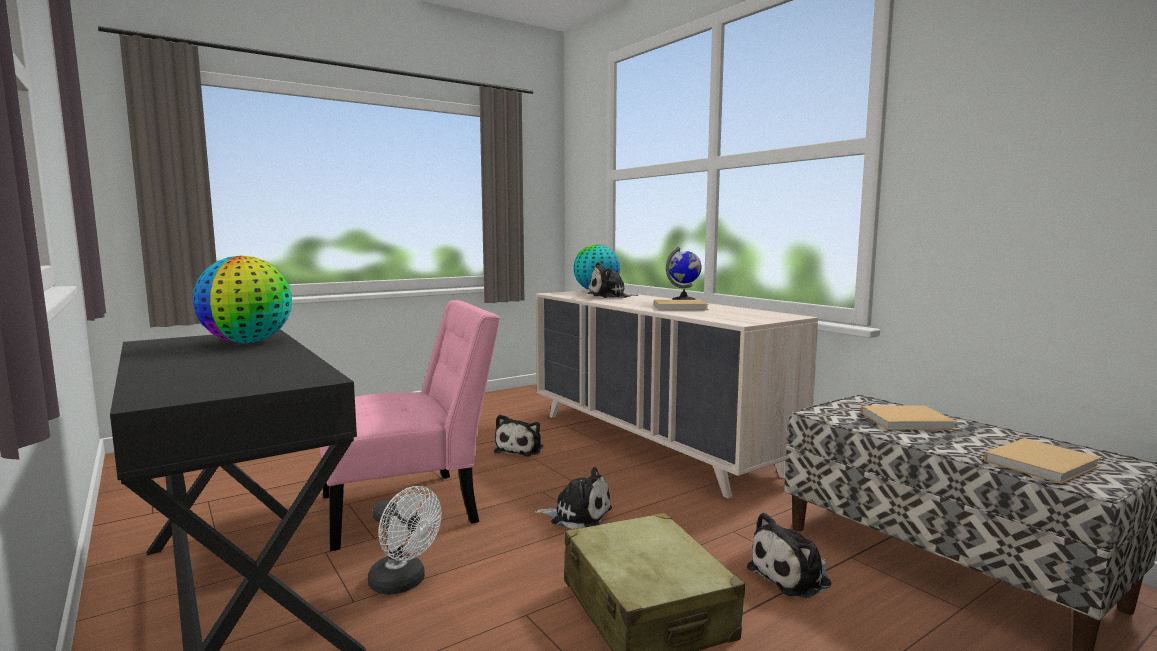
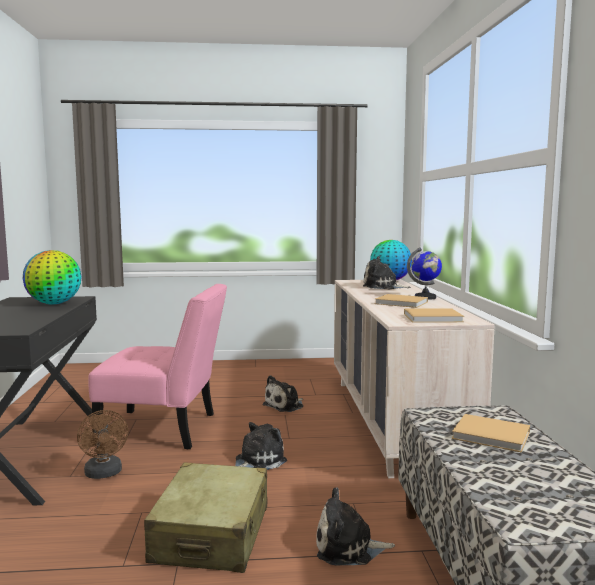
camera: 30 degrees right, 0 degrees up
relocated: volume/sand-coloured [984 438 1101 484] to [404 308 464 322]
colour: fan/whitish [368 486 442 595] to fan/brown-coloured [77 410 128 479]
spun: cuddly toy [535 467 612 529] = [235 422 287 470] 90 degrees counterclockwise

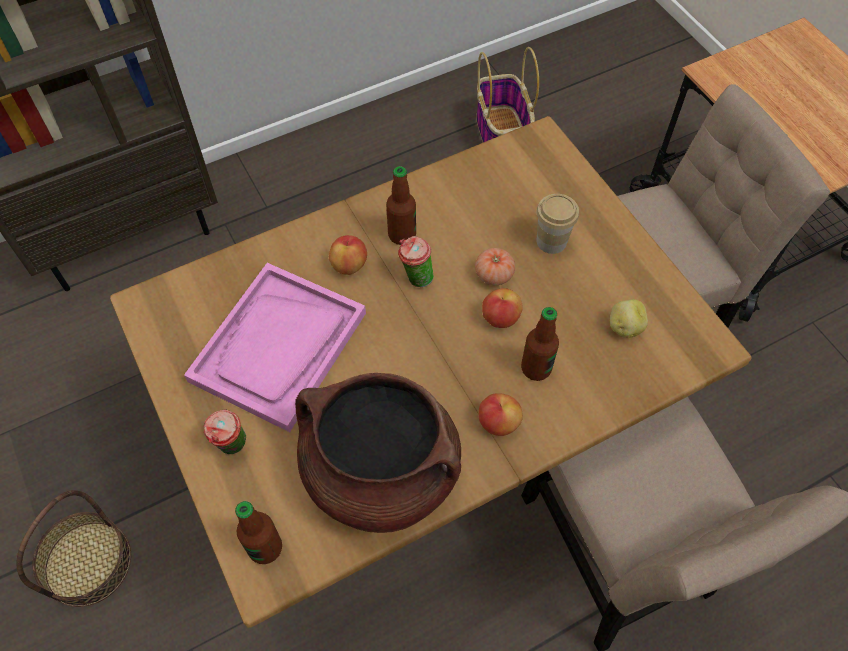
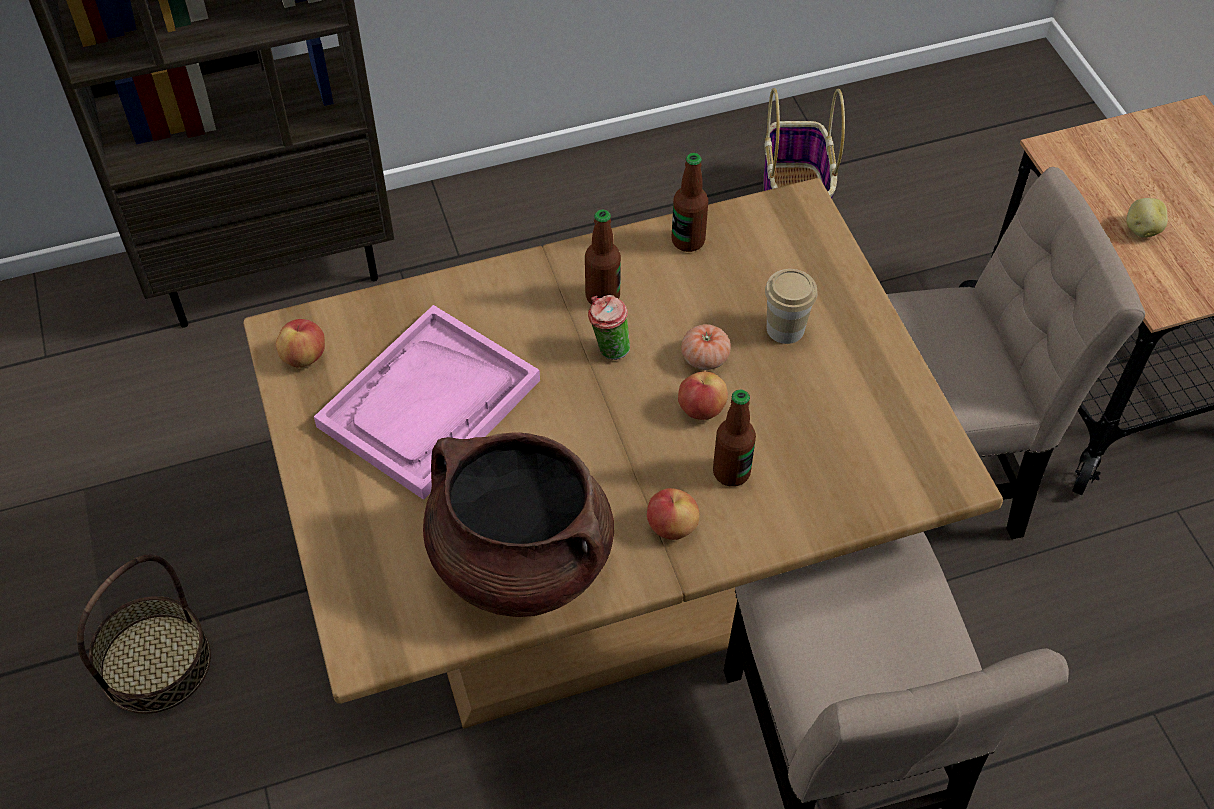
camera: 10 degrees right, 5 degrees down
missing: drinking cup [204 410 246 454]
relocated: bottle [235 501 282 564] to [672 153 708 252]; apple [329 235 367 275] to [276 319 325 368]; whole potato [610 299 648 338] to [1126 198 1168 238]

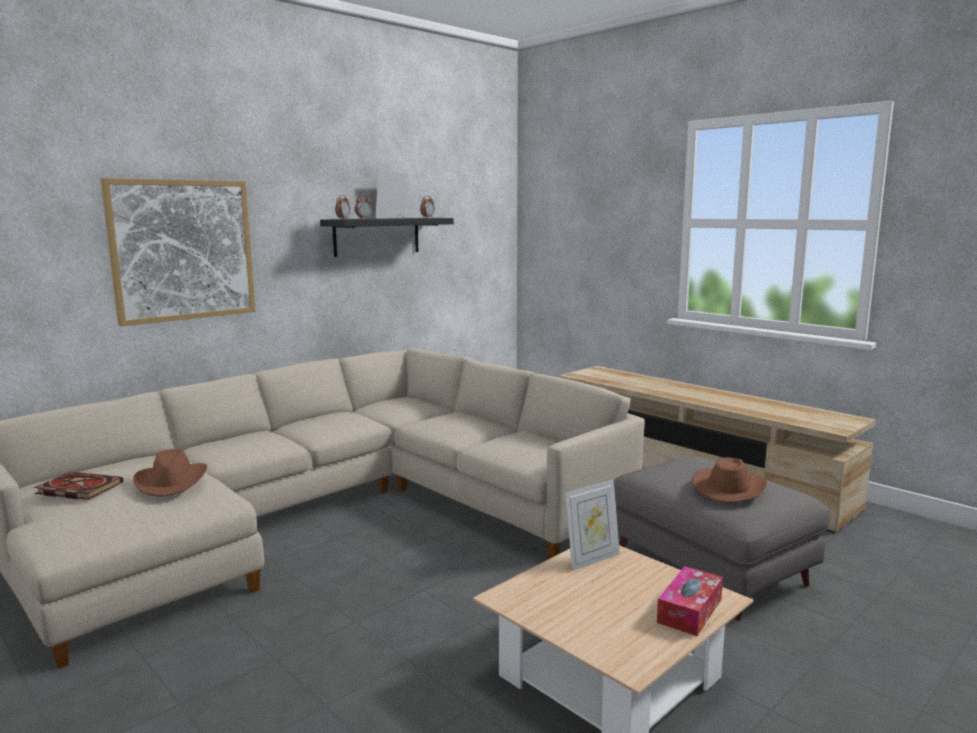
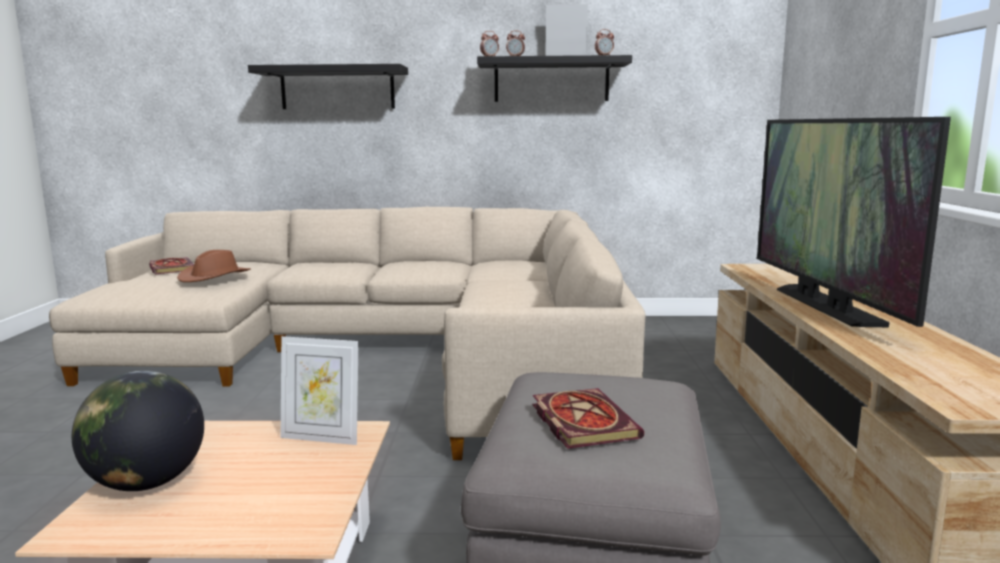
camera: 45 degrees right, 0 degrees up
missing: tissue holder [657 566 723 636]
appeared: desk globe [72 371 204 491]; TV set [757 117 951 327]
exchanged: wall picture [100 178 256 326] to shelf/black [248 64 408 109]; hat/brown-coloured [692 457 767 503] to volume [533 388 644 449]

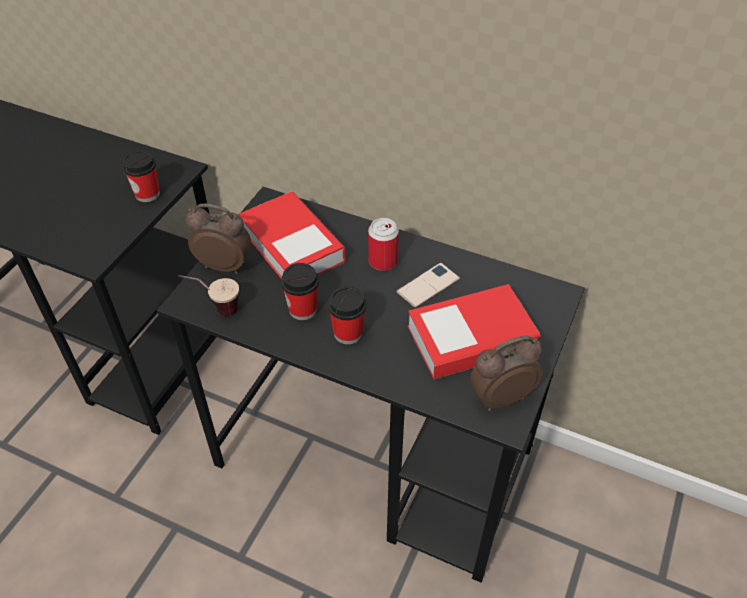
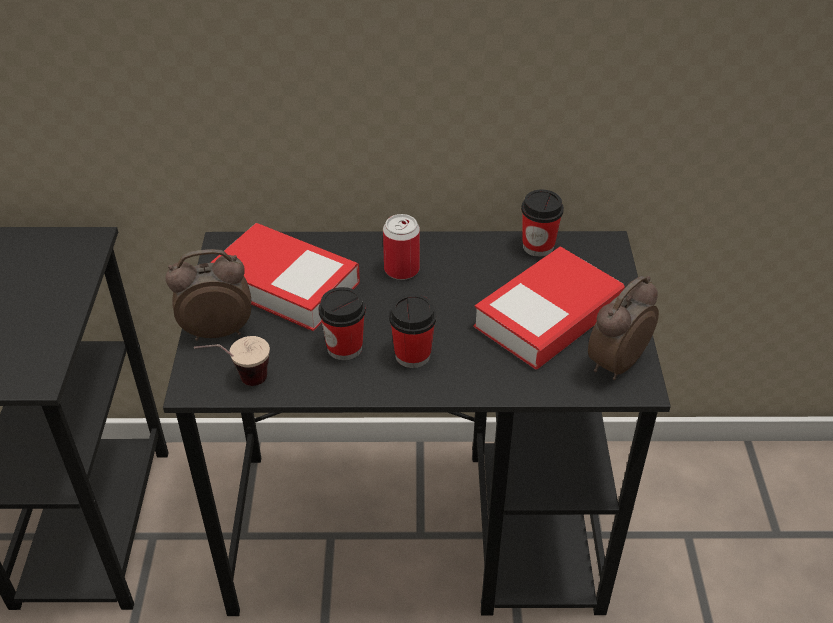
camera: 25 degrees left, 5 degrees down
missing: telephone [396 263 460 308]
relocated: drinking cup [122 150 160 202] to [521 190 564 257]

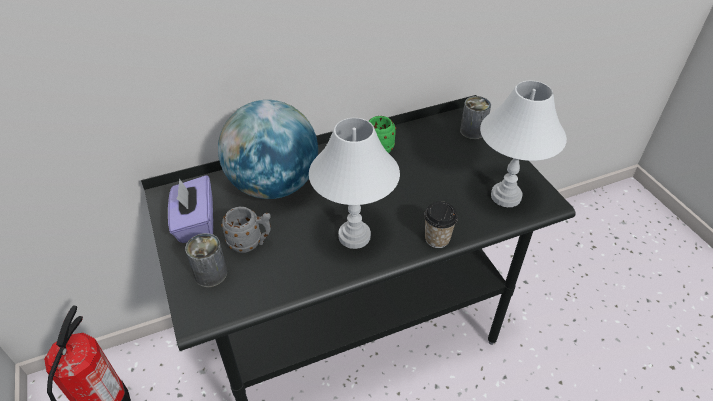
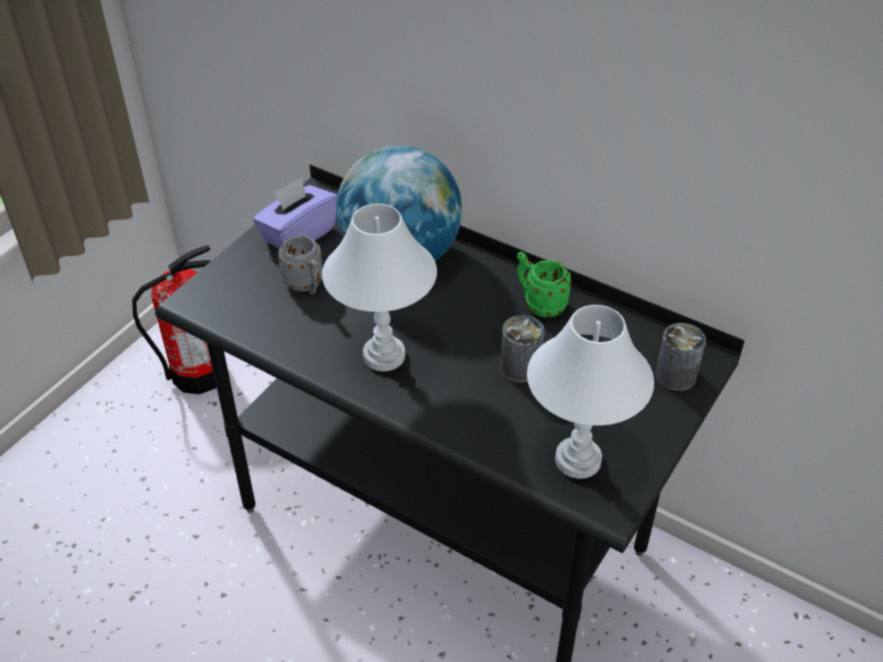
camera: 55 degrees right, 0 degrees up
missing: drinking cup [424 201 458 248]
relocated: metal can [185 233 227 287] to [500 315 544 383]

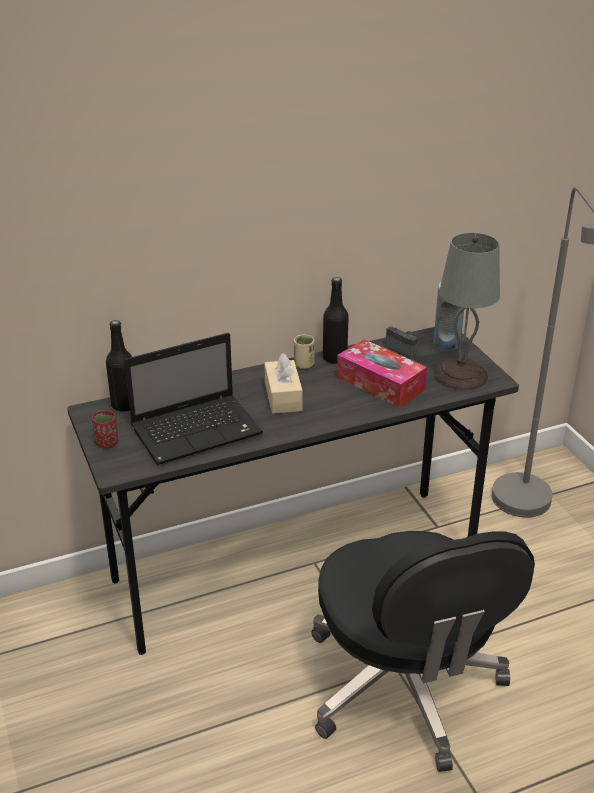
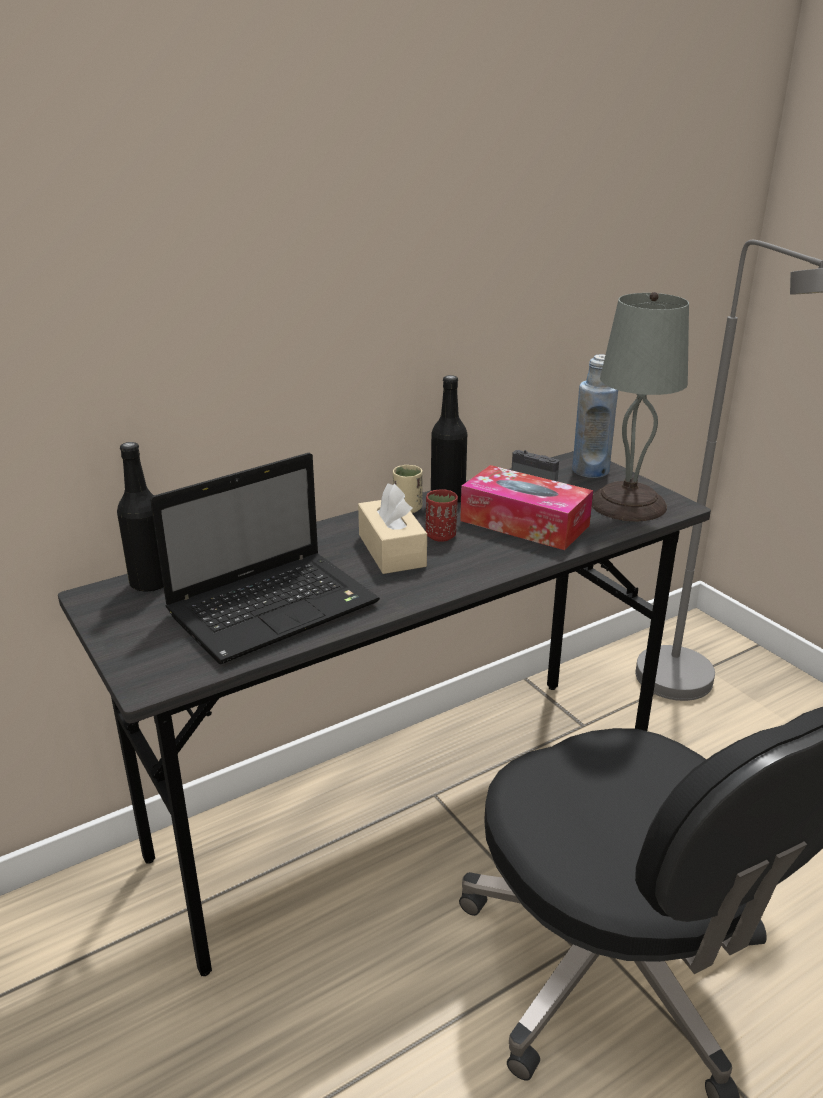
camera: 10 degrees left, 5 degrees down
relocated: drinking cup/reddish [92 410 118 449] to [426 489 458 542]

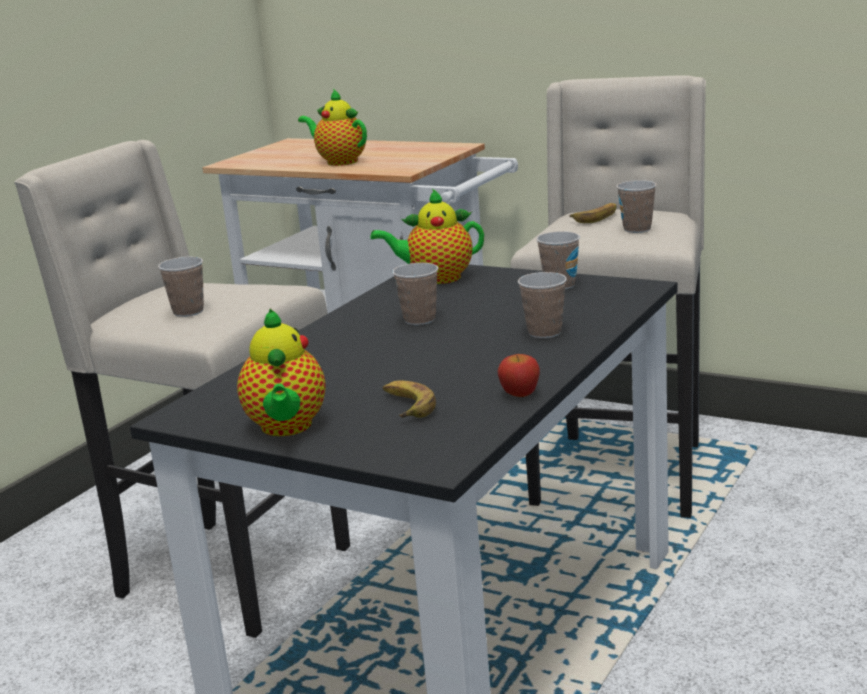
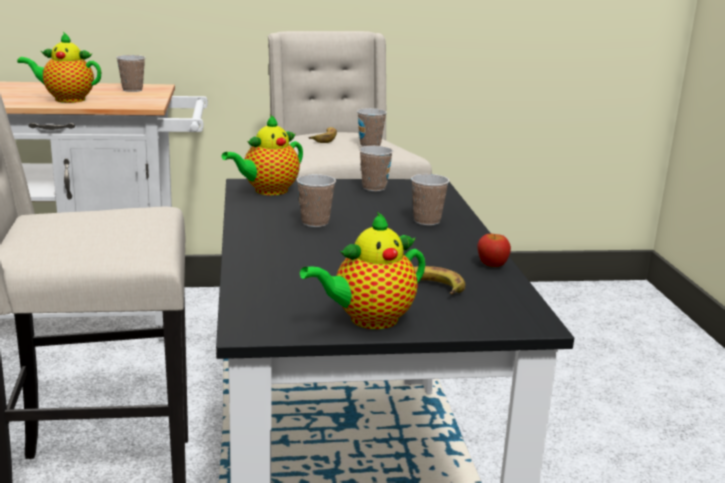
camera: 40 degrees left, 0 degrees up
relocated: drinking cup [158 257 204 317] to [116 55 145 92]
spun: tea pot [237 309 326 436] = [300 212 425 329] 105 degrees clockwise

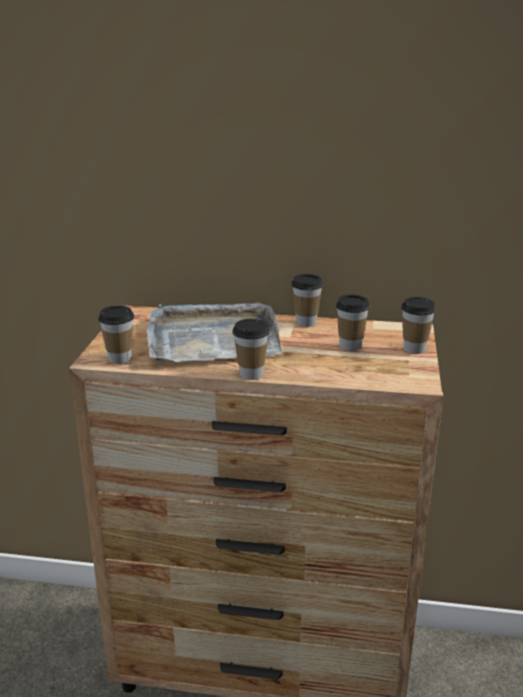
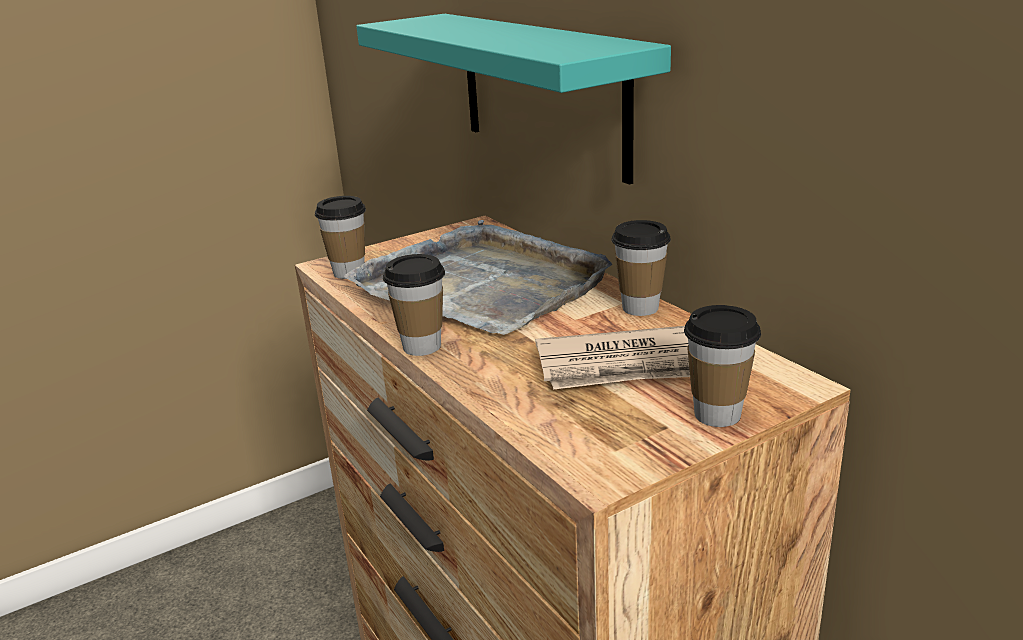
camera: 50 degrees right, 0 degrees up
appeared: shelf/turquoise-coloured [356 14 671 185]
exchanged: drinking cup [336 294 370 351] to daily paper [535 326 690 390]

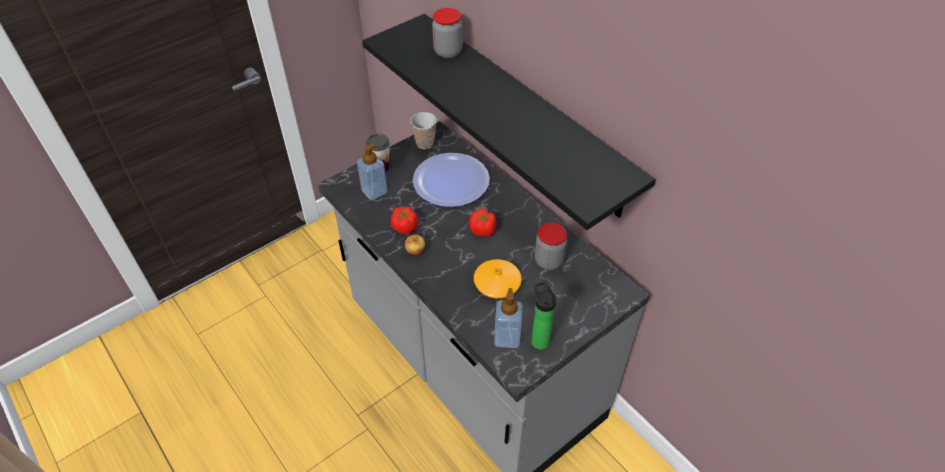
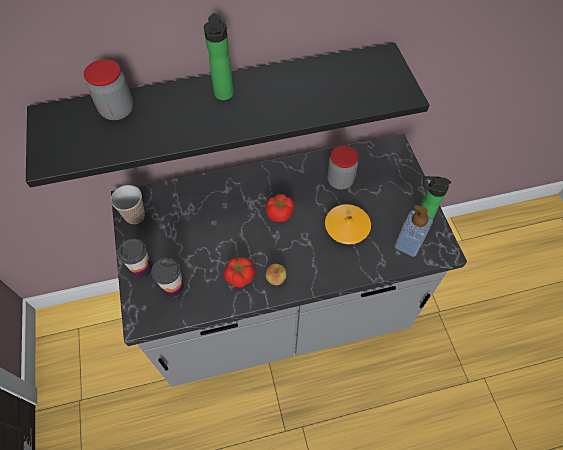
camera: 65 degrees left, 10 degrees up
missing: dinner plate [413 153 490 207]
appeared: bottle [204 13 234 100]
exchanged: soap dispenser [357 143 388 200] to drinking cup [151 258 184 297]

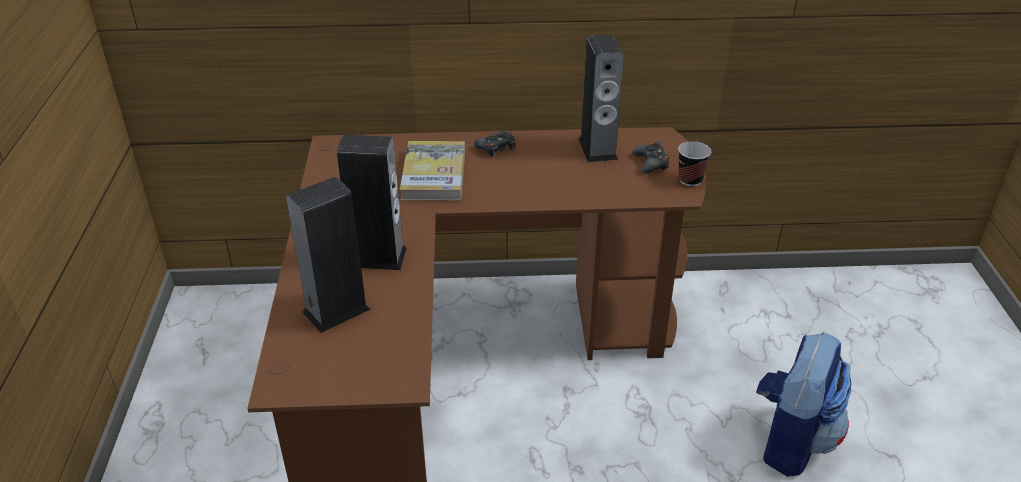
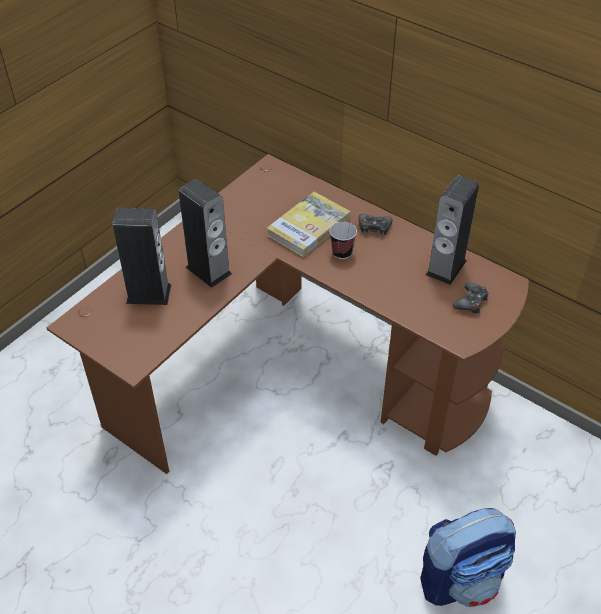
camera: 40 degrees right, 10 degrees up
relocated: drinking cup [678 141 711 187] to [330 222 357 259]

